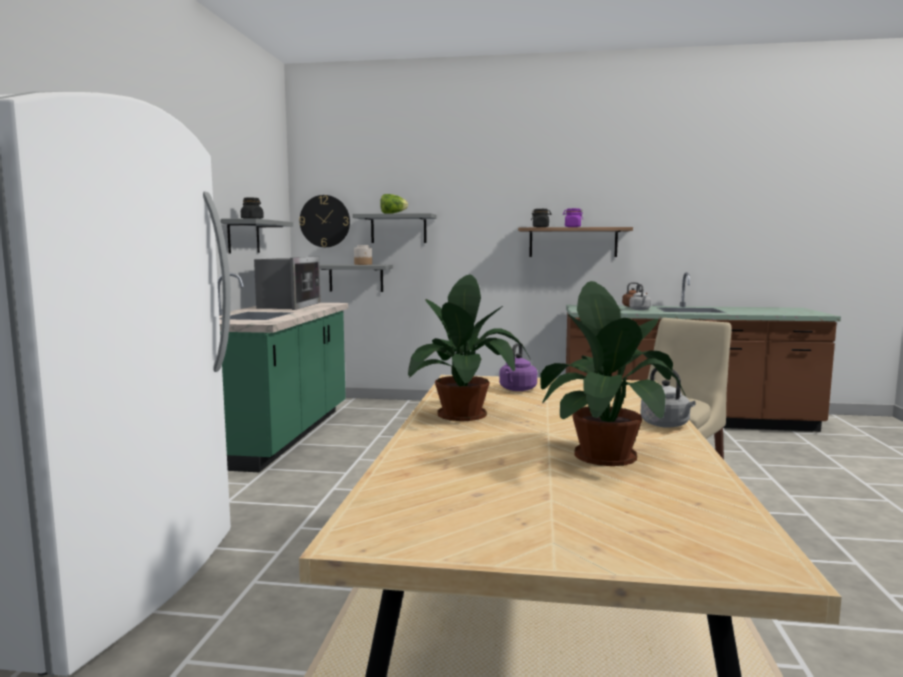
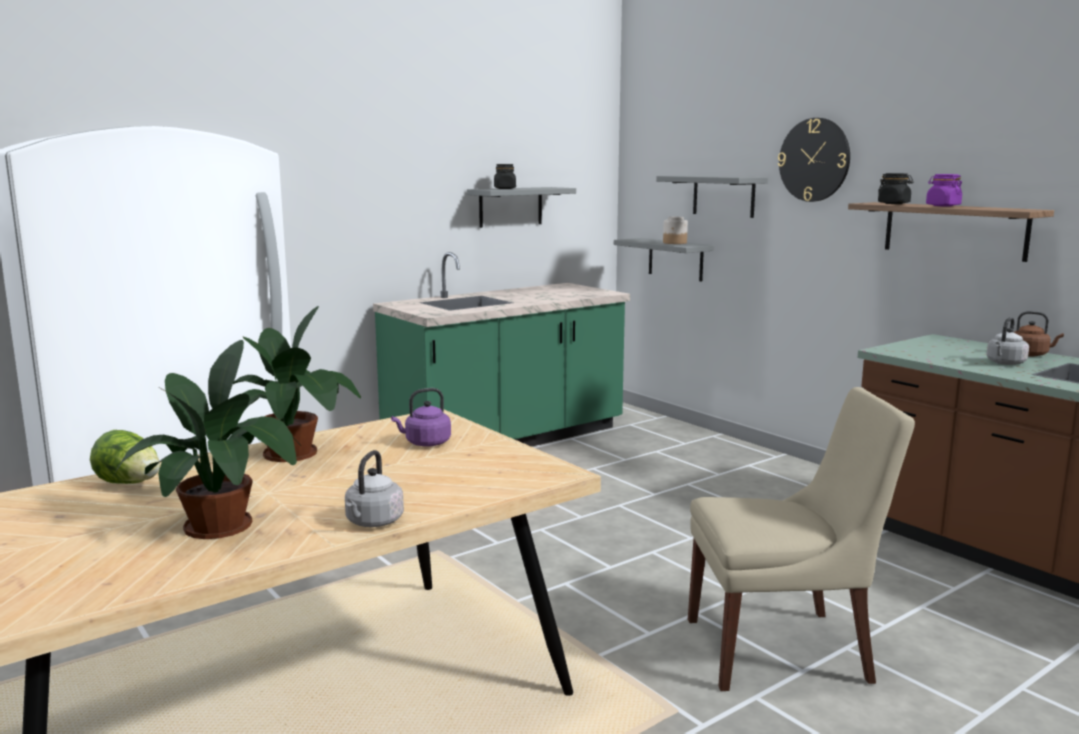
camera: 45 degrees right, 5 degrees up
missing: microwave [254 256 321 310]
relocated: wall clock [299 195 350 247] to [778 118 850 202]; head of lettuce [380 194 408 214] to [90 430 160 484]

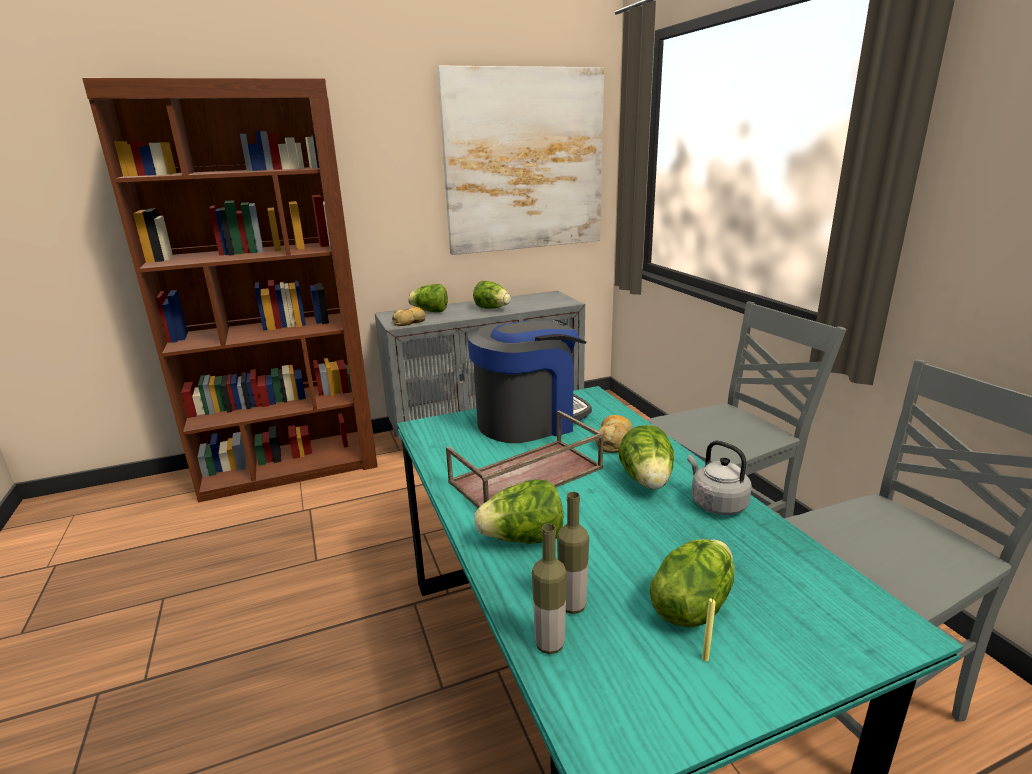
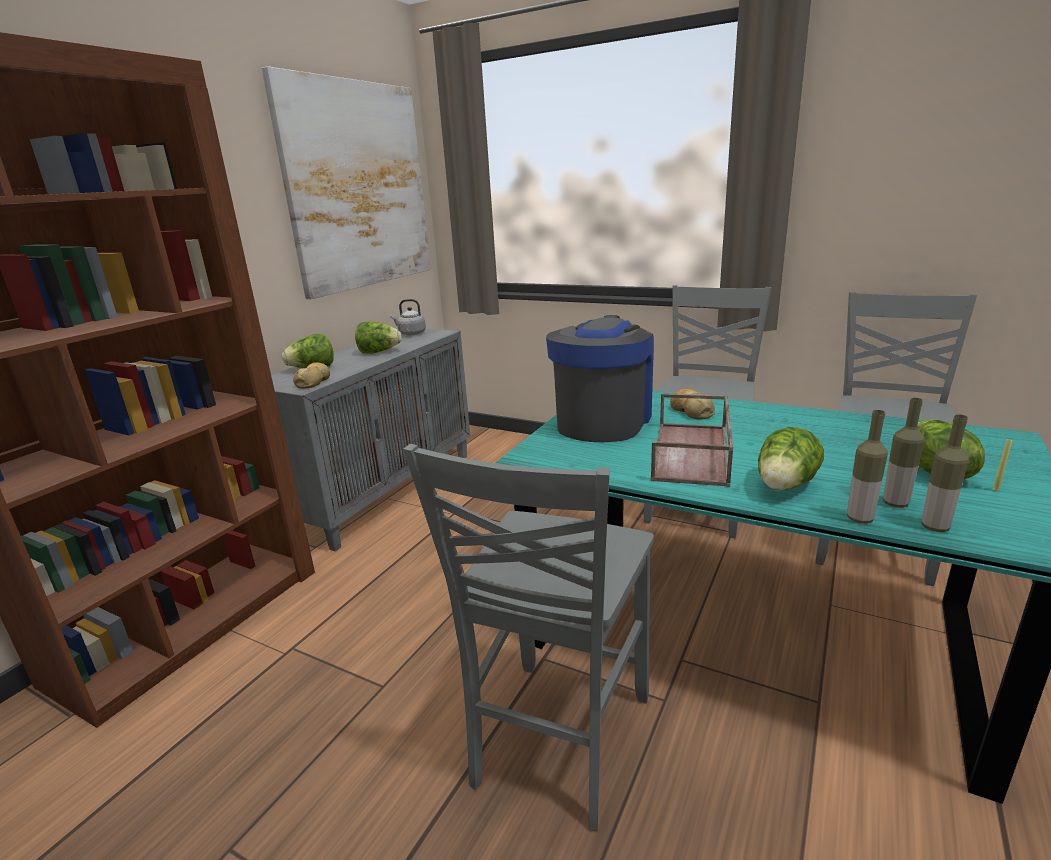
camera: 40 degrees left, 0 degrees up
missing: head of lettuce [619 425 674 489]
appeared: plain chair/grey [403 444 654 831]; bottle [847 410 888 524]
relocated: kettle/grey [687 441 752 515] to [390 299 426 335]

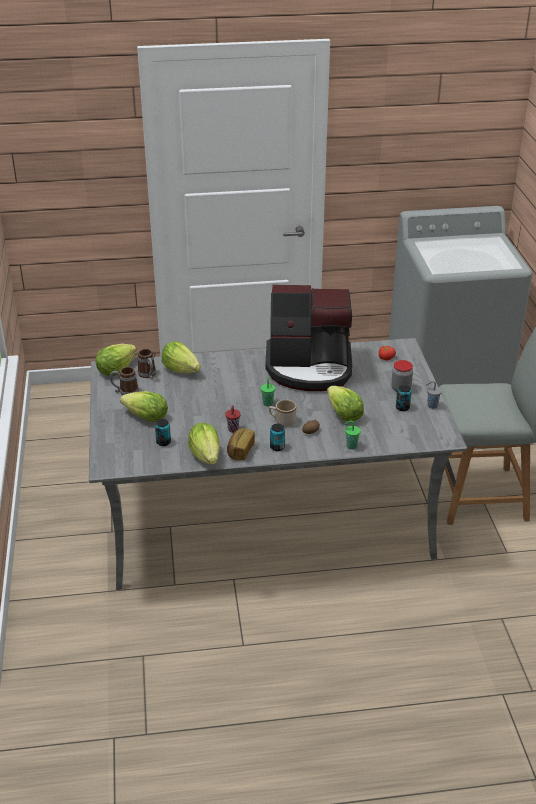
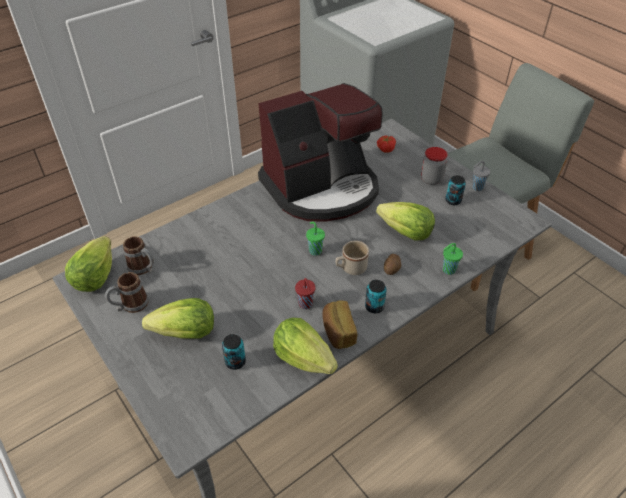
camera: 30 degrees left, 10 degrees up
missing: head of lettuce [162 341 201 373]

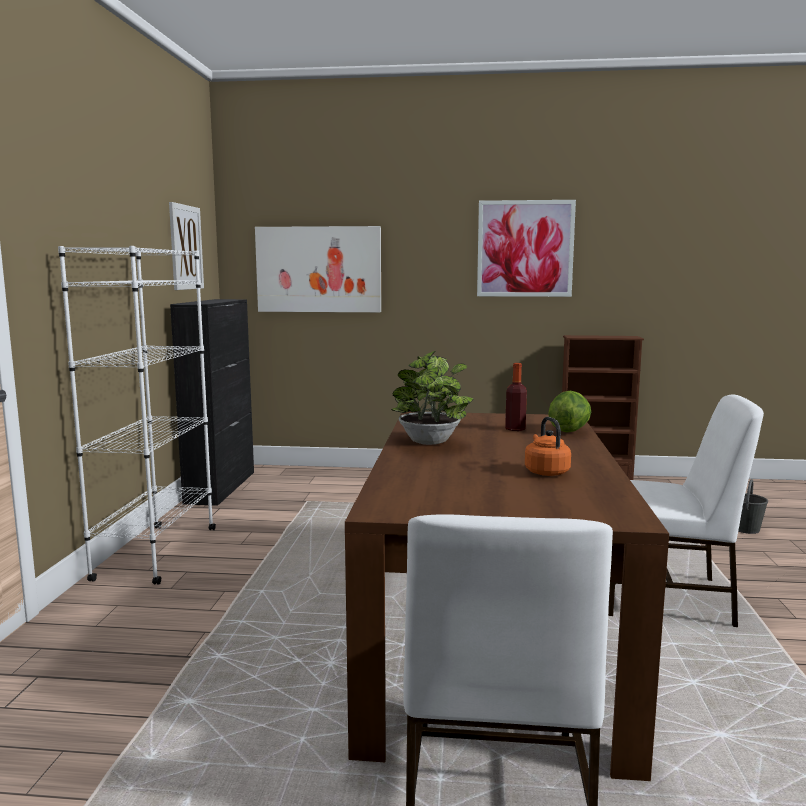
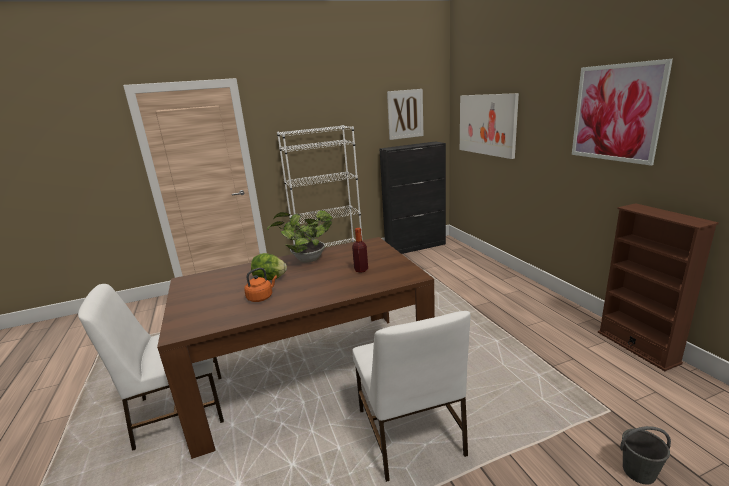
camera: 65 degrees right, 10 degrees up
relocated: head of lettuce [548 391 591 432] to [251 253 287 280]

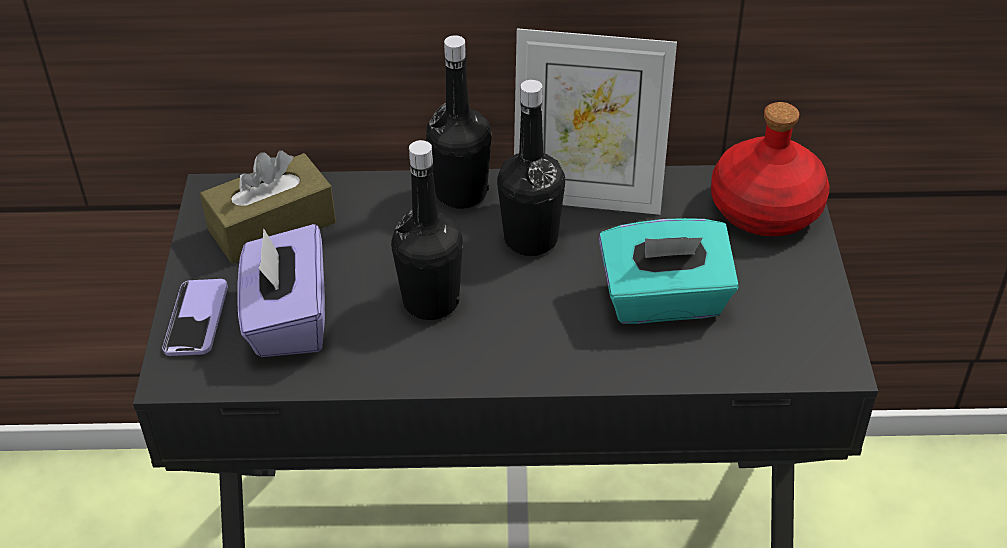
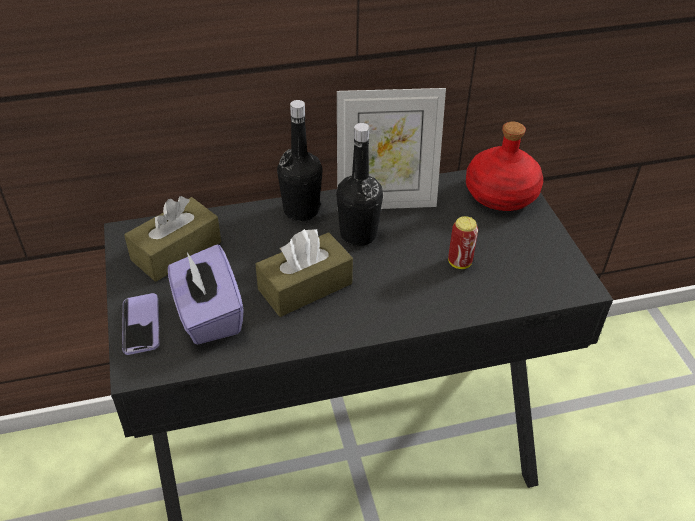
camera: 15 degrees left, 0 degrees up
exchanged: bottle/black [391 140 463 320] to tissue holder/brown-coloured [255 229 353 317]; tissue holder/turquoise-coloured [599 218 739 324] to metal can [448 216 478 269]

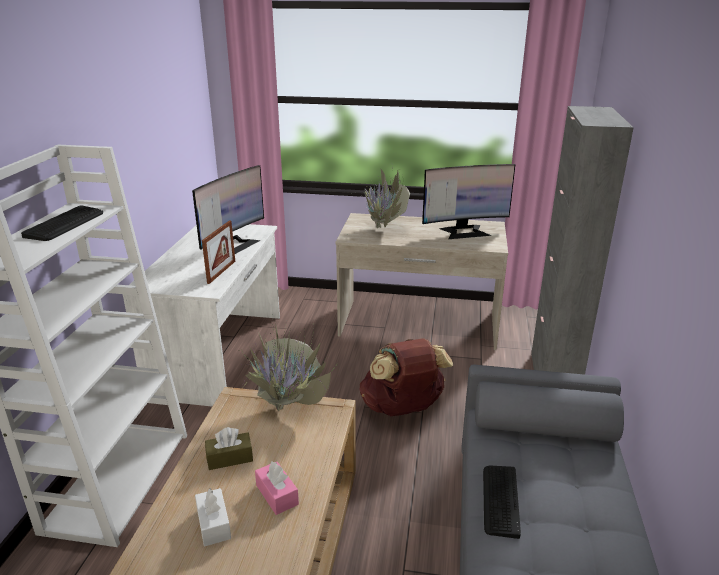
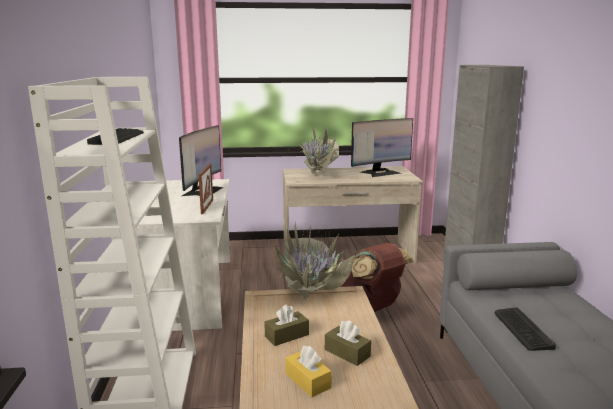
camera: 15 degrees left, 10 degrees down
colour: tissue holder/whitish [195 488 231 547] to tissue holder/yellowish [285 346 332 397]; tissue holder/pink [255 461 299 515] to tissue holder/brown-coloured [325 320 371 366]

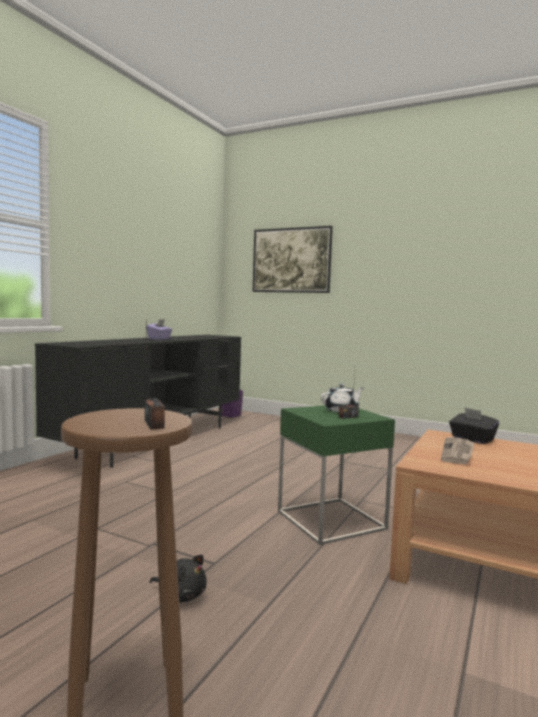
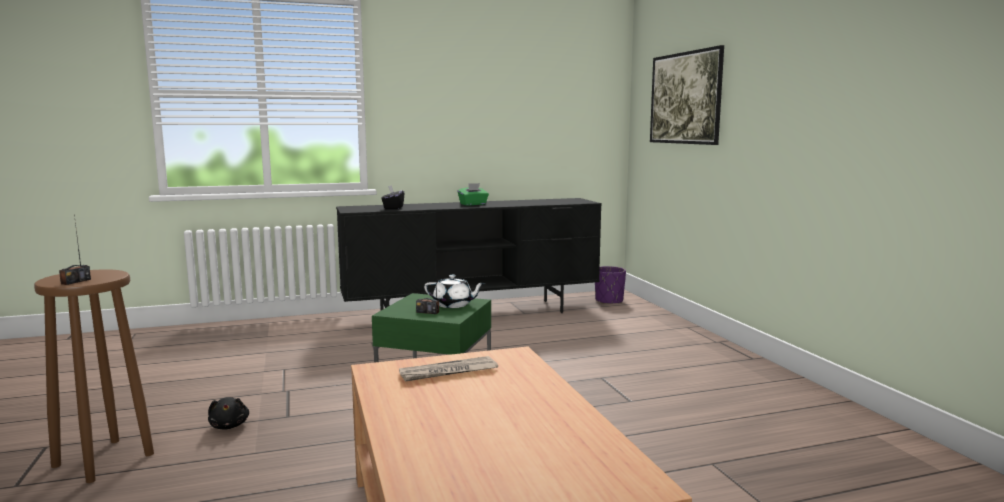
camera: 45 degrees right, 5 degrees up
relocated: tissue holder/black [449 407 499 444] to [381 185 404 209]
colour: tissue holder/purplish [147 319 172 340] to tissue holder/green [458 183 489 206]

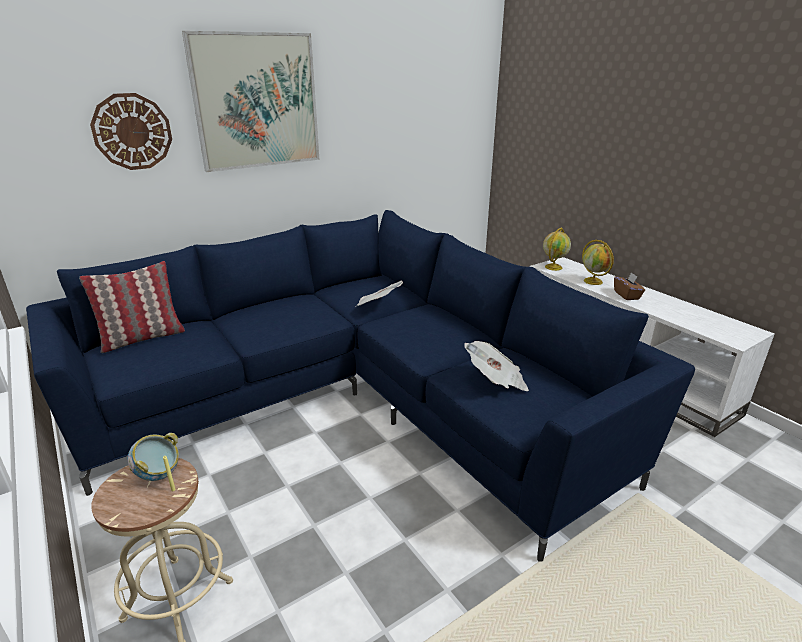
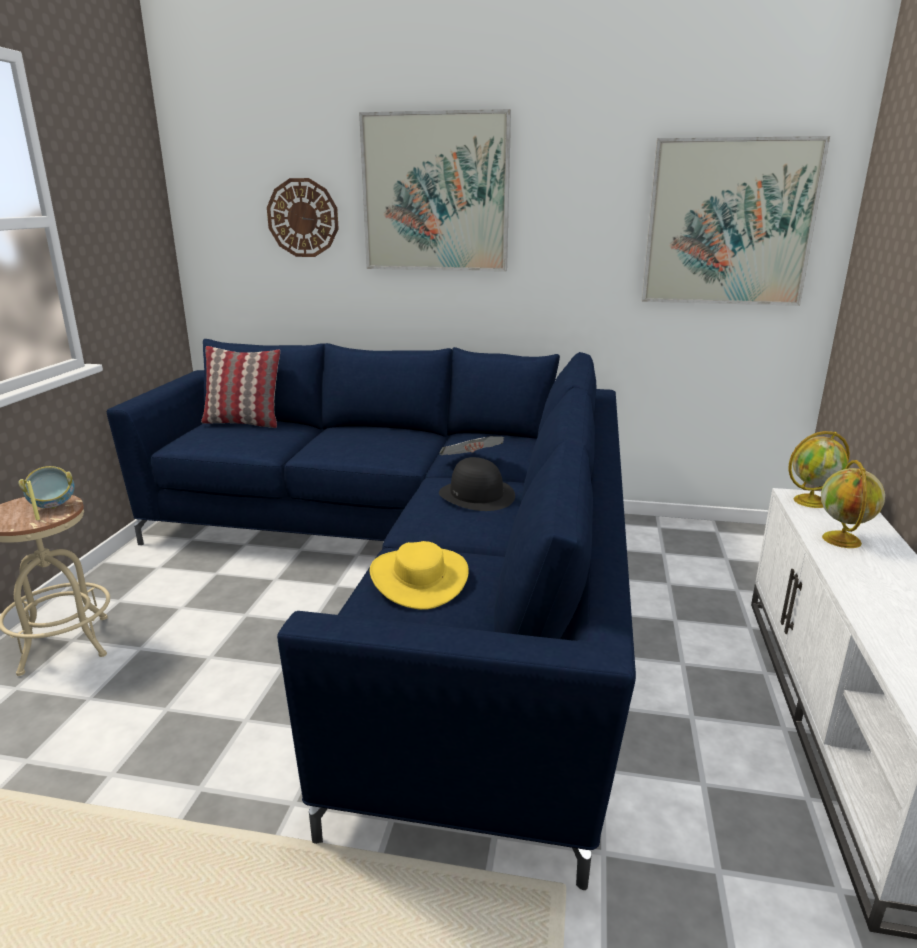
camera: 45 degrees right, 5 degrees down
missing: tissue holder/brown-coloured [614 272 645 300]
appeared: hat/black [439 457 515 511]; wall picture [642 136 830 306]
exchanged: daily paper [464 341 529 391] to hat/yellowish [370 541 469 610]

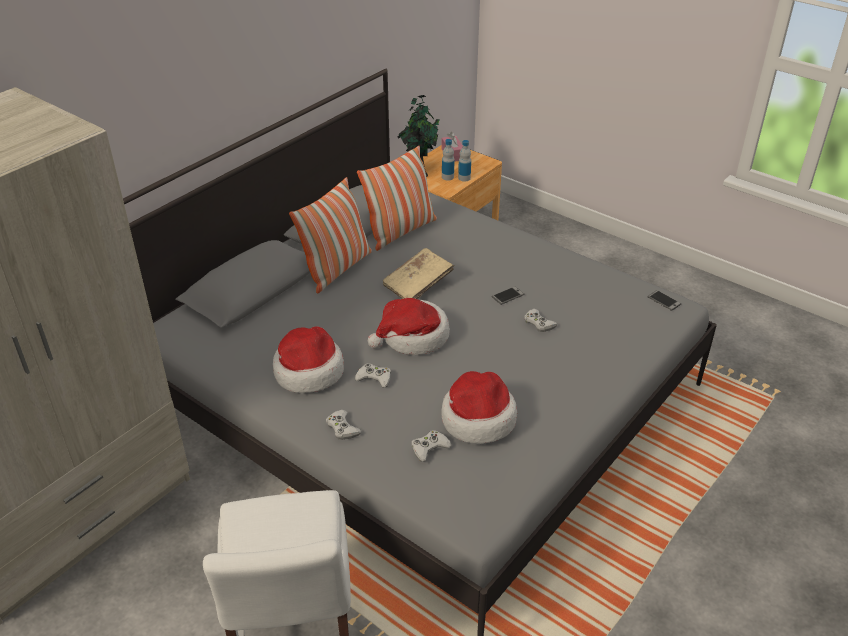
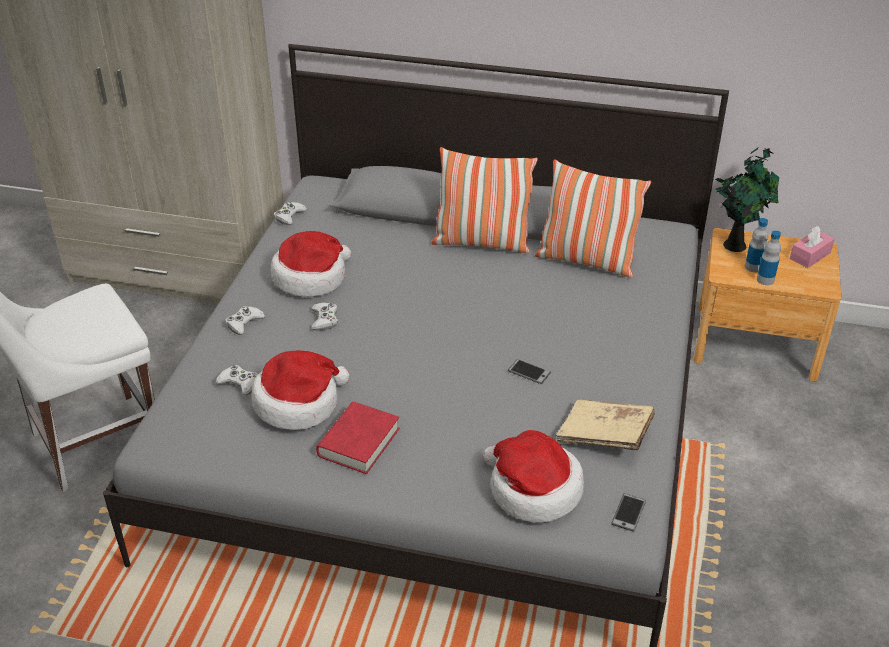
camera: 65 degrees right, 0 degrees up
appeared: volume/reddish [316 402 400 474]
relocated: hat [368 298 450 355] to [483 430 584 523]; volume/sand-coloured [383 248 454 299] to [556 399 655 450]; gamepad/whitish [524 309 558 332] to [274 202 307 225]

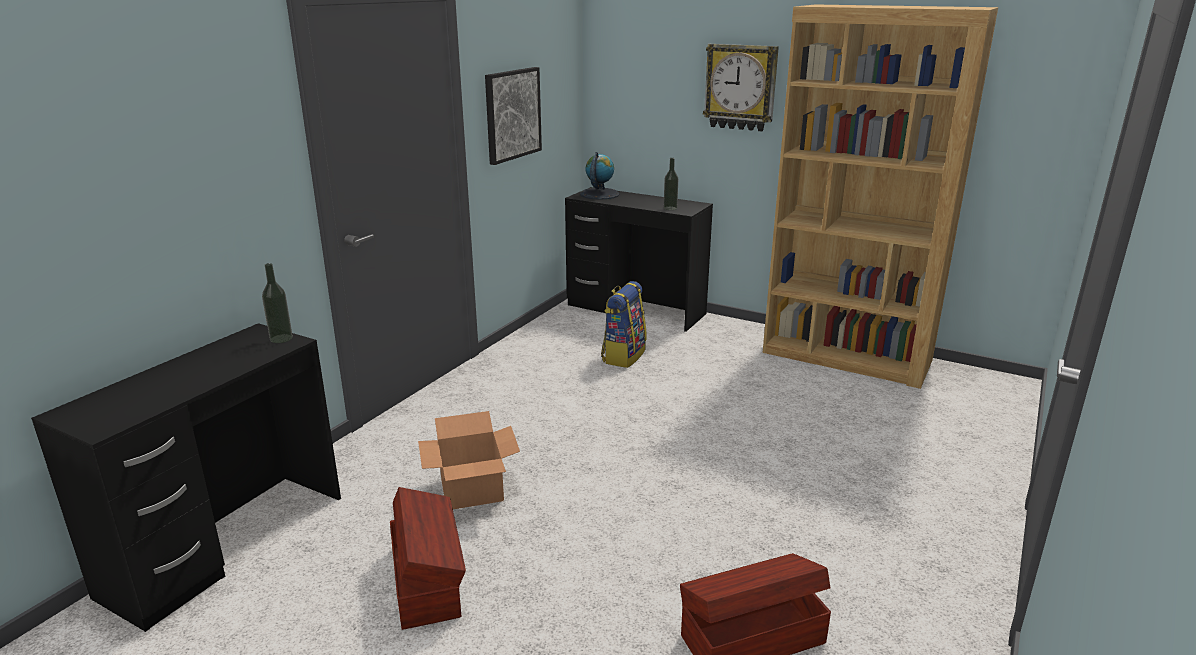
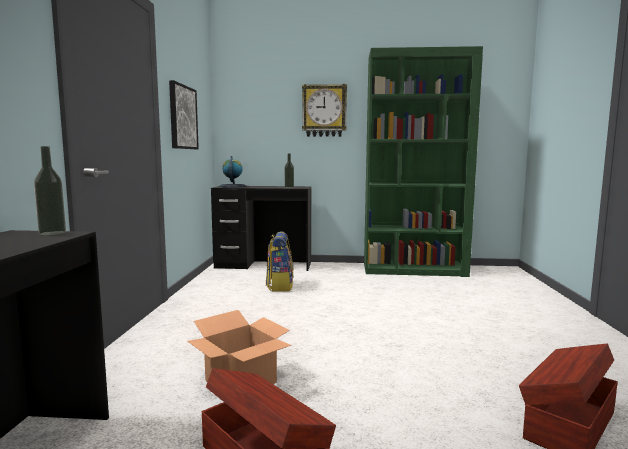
camera: 25 degrees left, 15 degrees down
colour: bookshelf/brown-coloured [763 5 998 389] to bookshelf/green [364 46 483 277]

